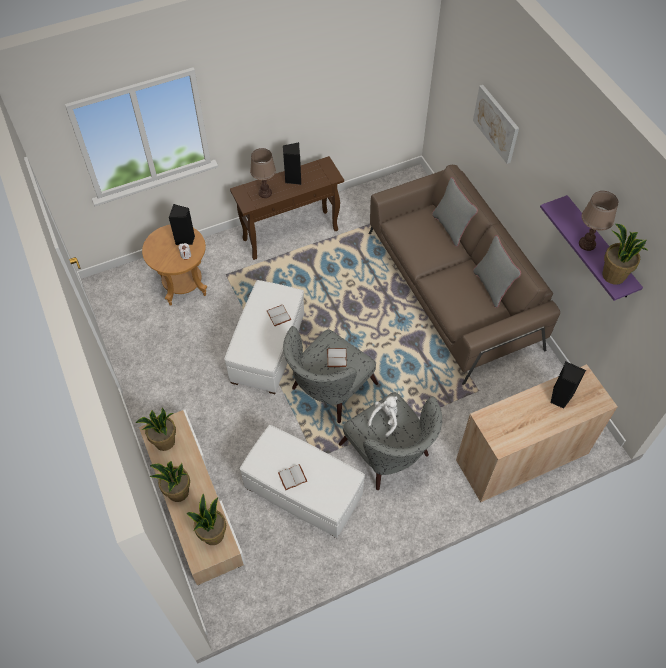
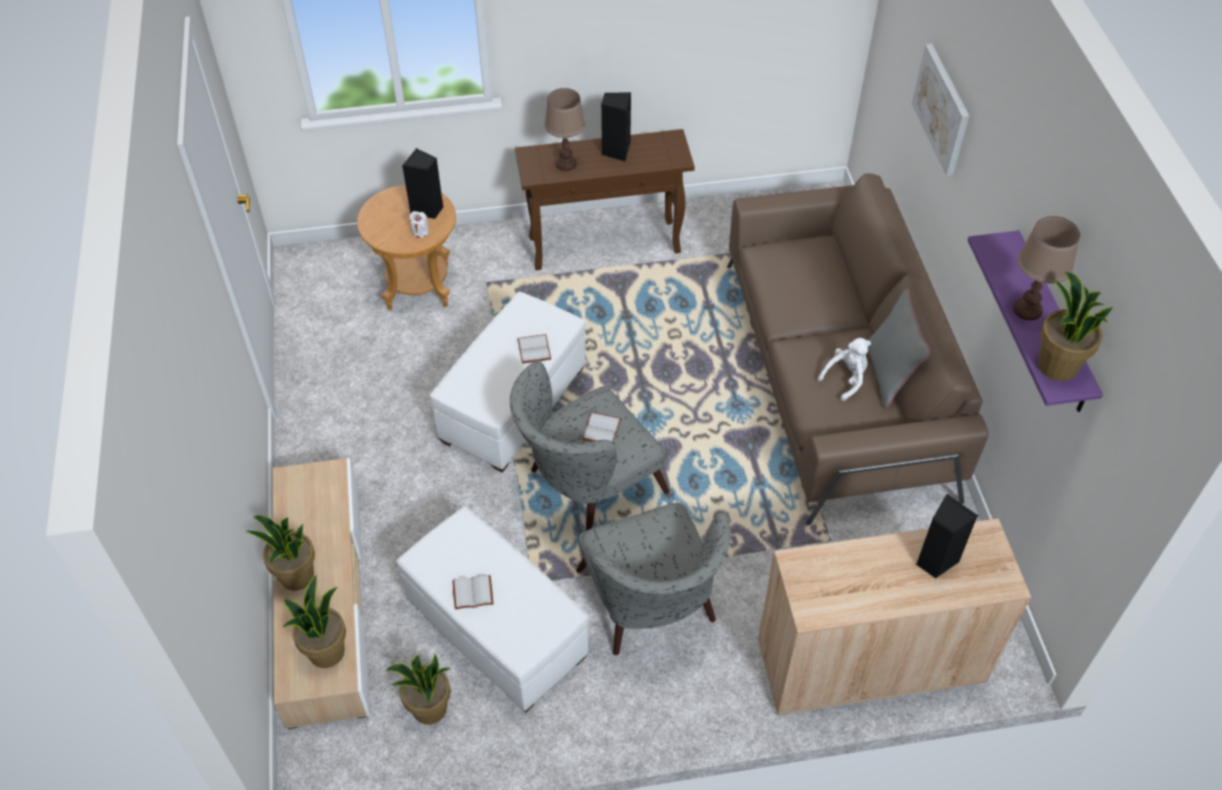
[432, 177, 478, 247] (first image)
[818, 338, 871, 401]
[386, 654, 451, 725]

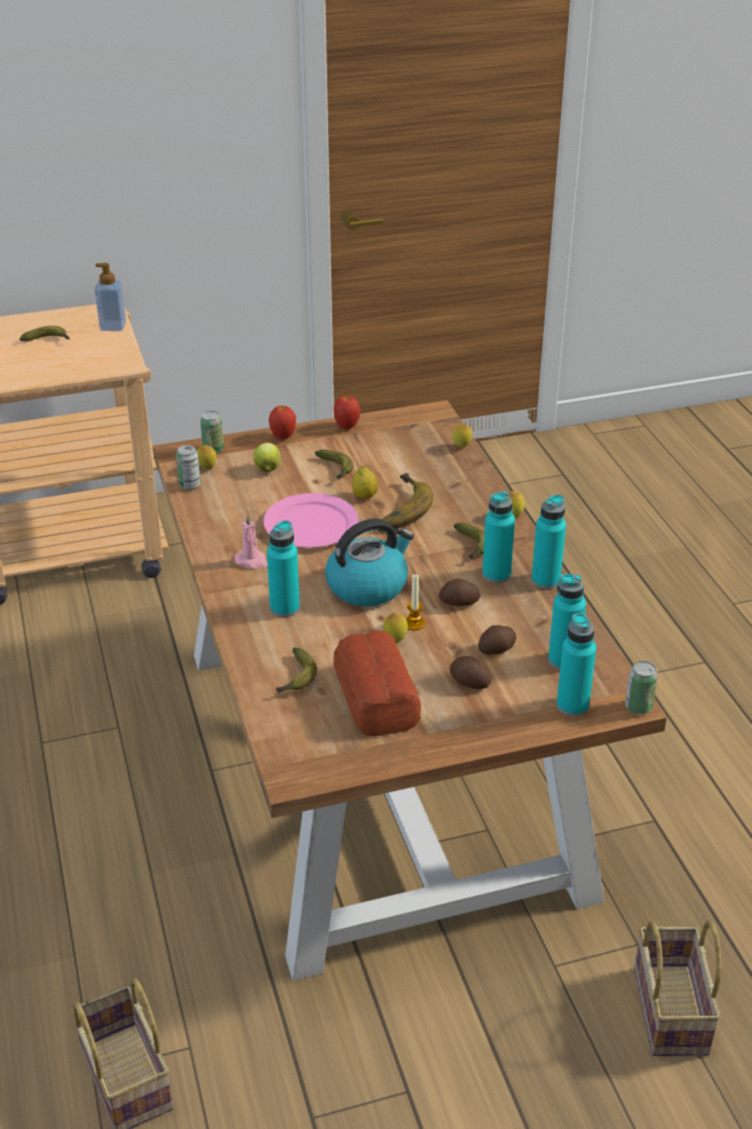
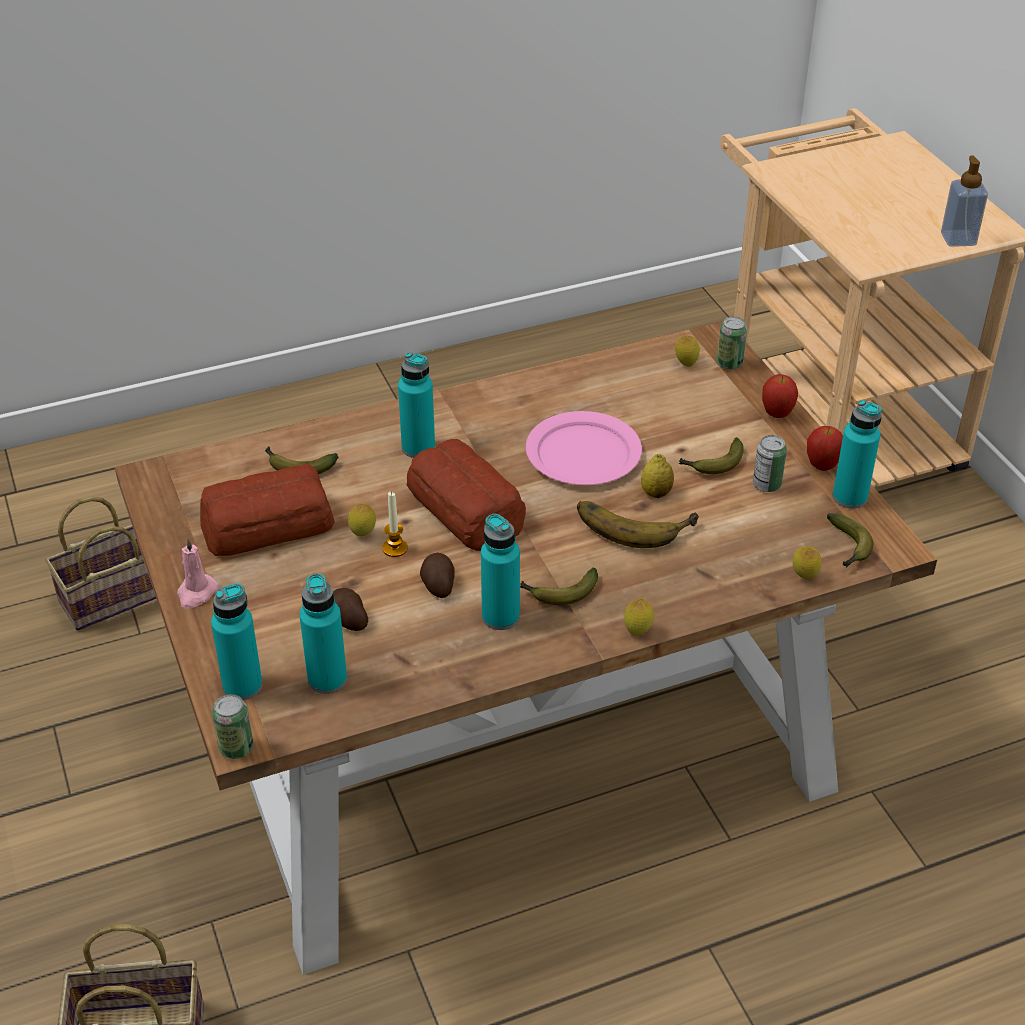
[827, 513, 873, 568]
[253, 443, 281, 472] (first image)
[753, 435, 787, 492]
[833, 400, 882, 509]
[177, 537, 219, 609]
[407, 439, 526, 551]
[450, 656, 491, 689] (first image)

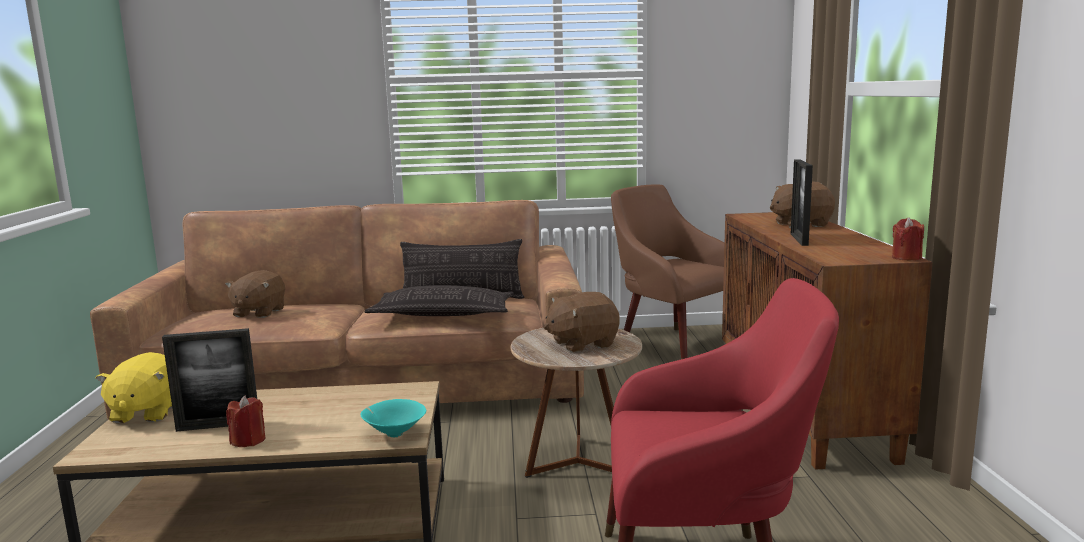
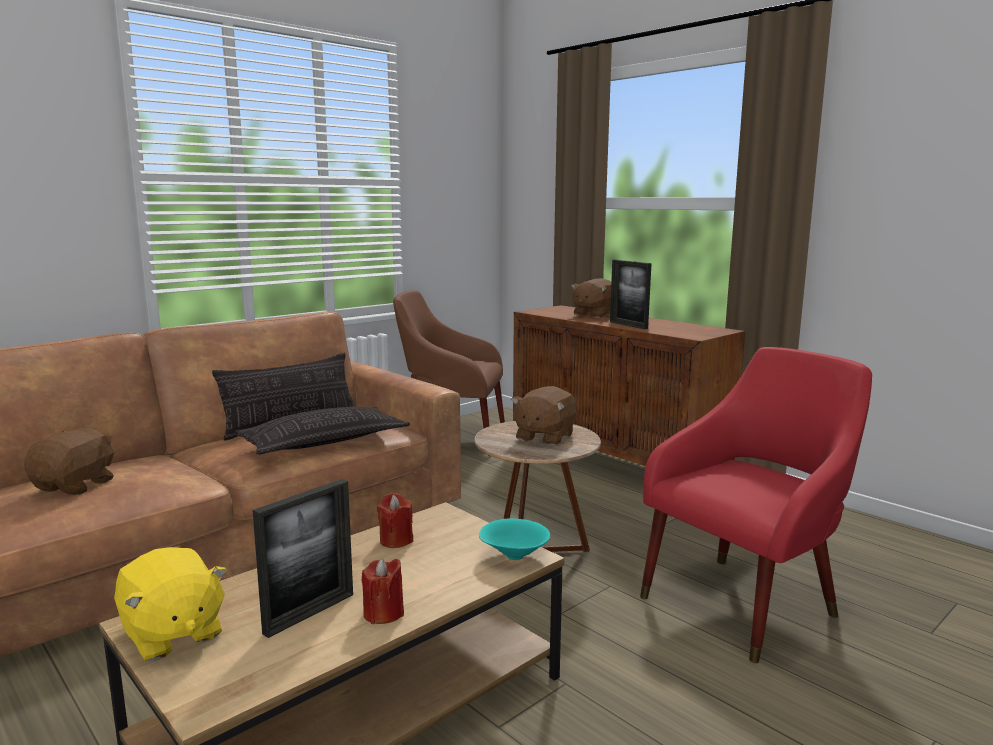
[377, 493, 413, 548]
[24, 428, 114, 495]

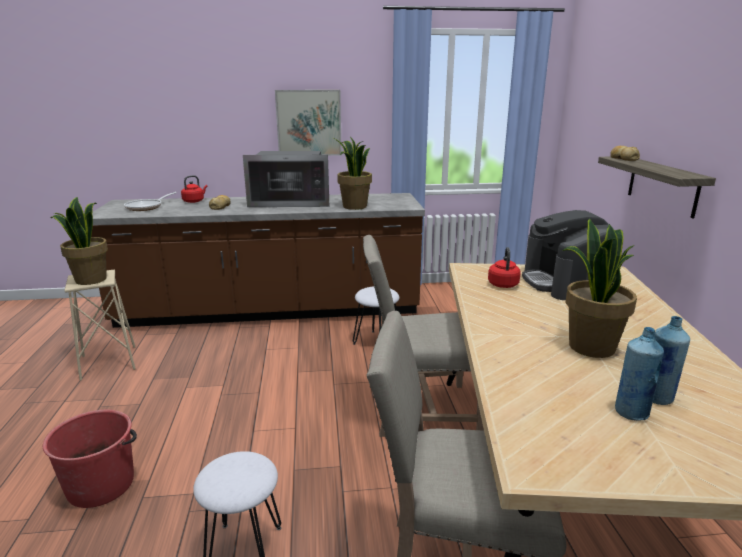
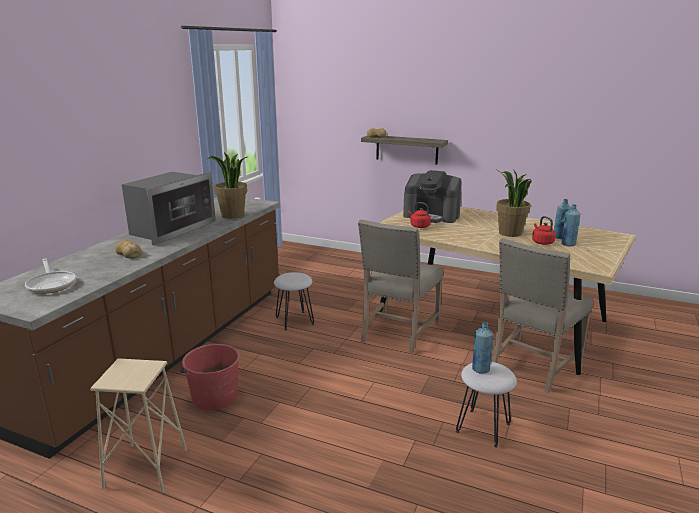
[275, 90, 342, 156] (first image)
[532, 216, 556, 245]
[51, 197, 108, 285] (first image)
[180, 344, 240, 411]
[472, 322, 493, 374]

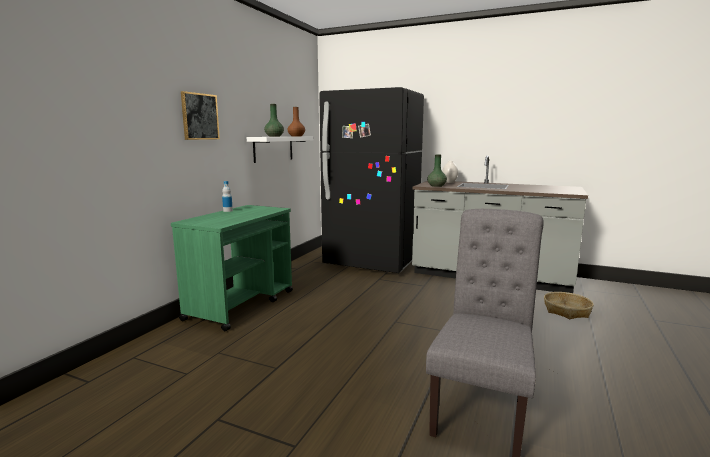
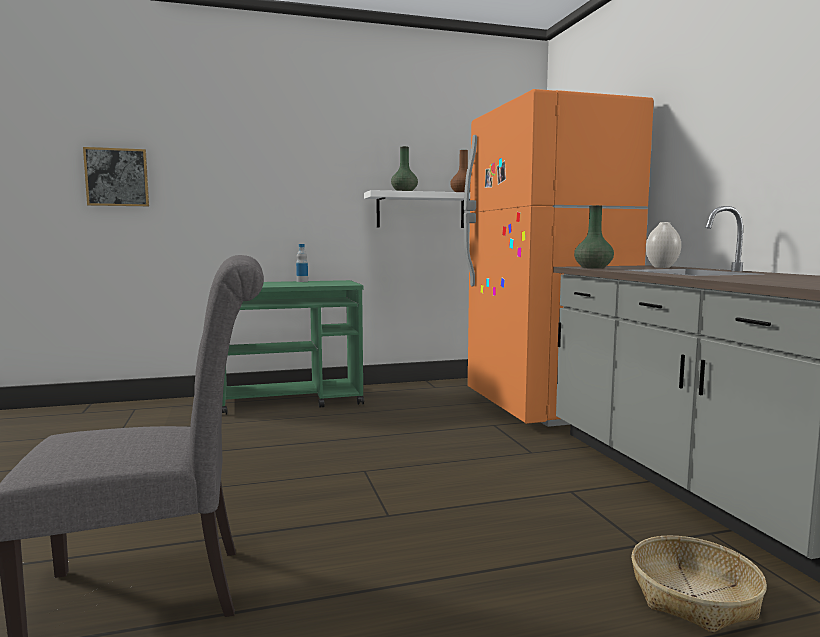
[463, 89, 654, 427]
[83, 147, 149, 206]

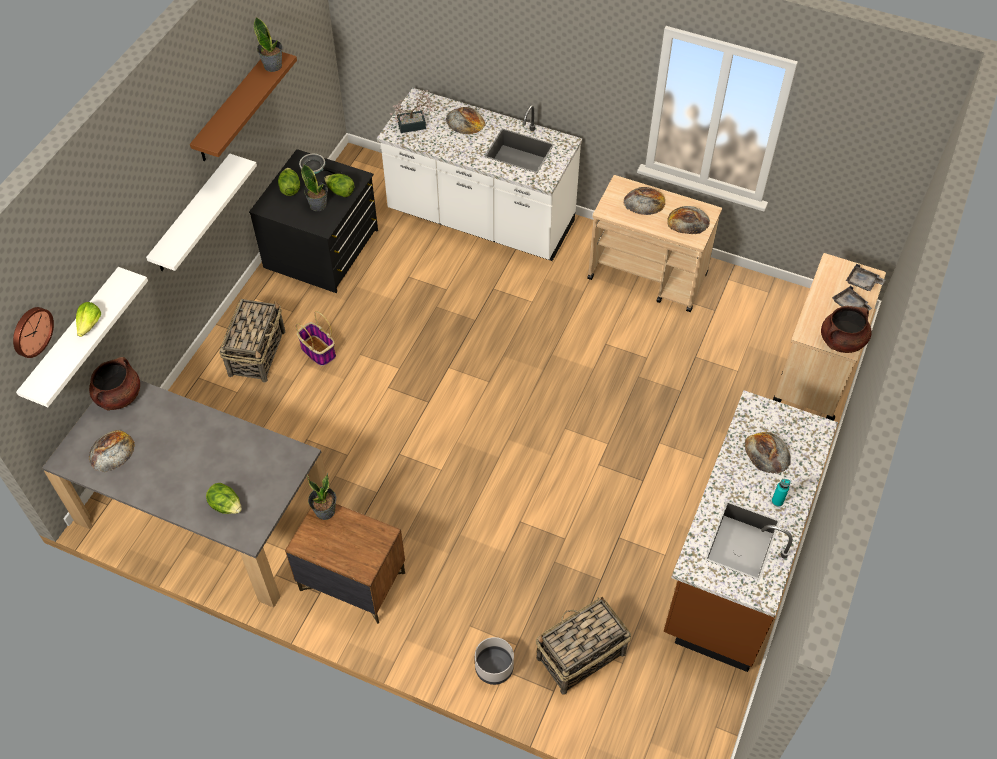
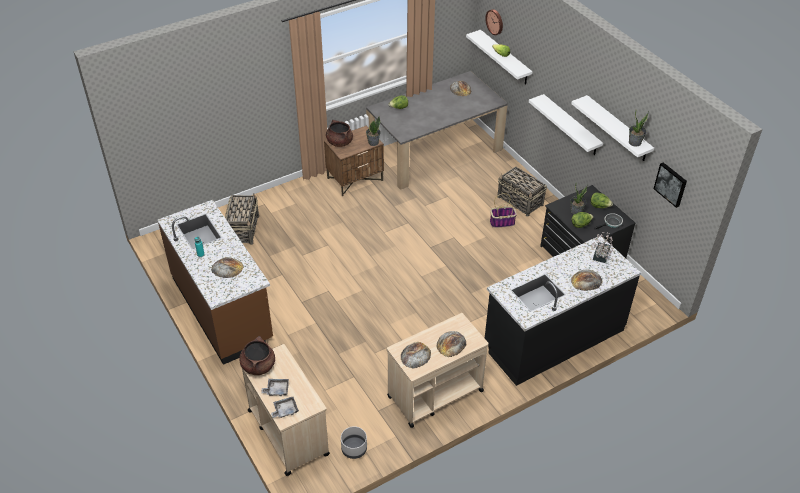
[571, 95, 654, 161]
[485, 235, 641, 386]
[326, 120, 353, 147]
[341, 426, 367, 459]
[654, 162, 687, 208]

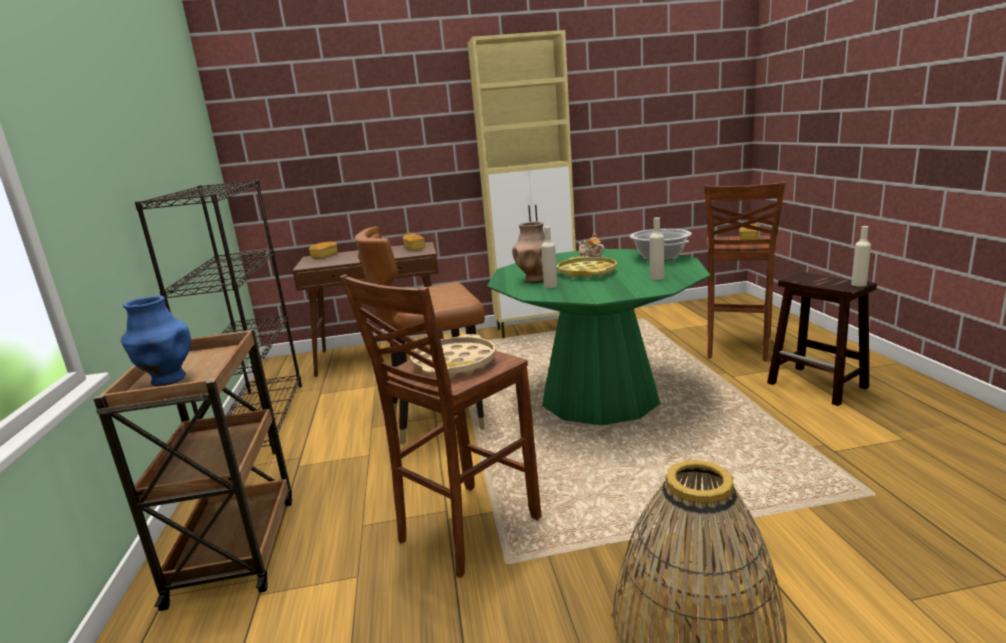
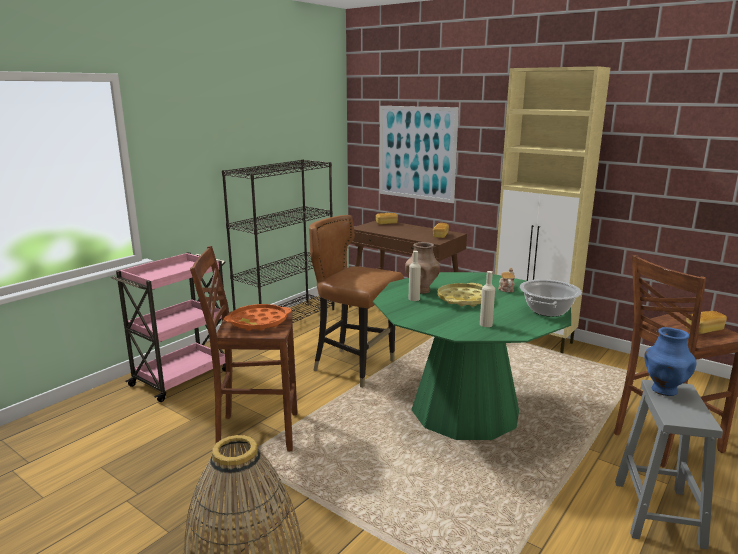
[851, 226, 871, 286] (first image)
[615, 380, 723, 549]
[644, 327, 696, 396]
[111, 252, 226, 402]
[224, 304, 291, 331]
[379, 106, 459, 203]

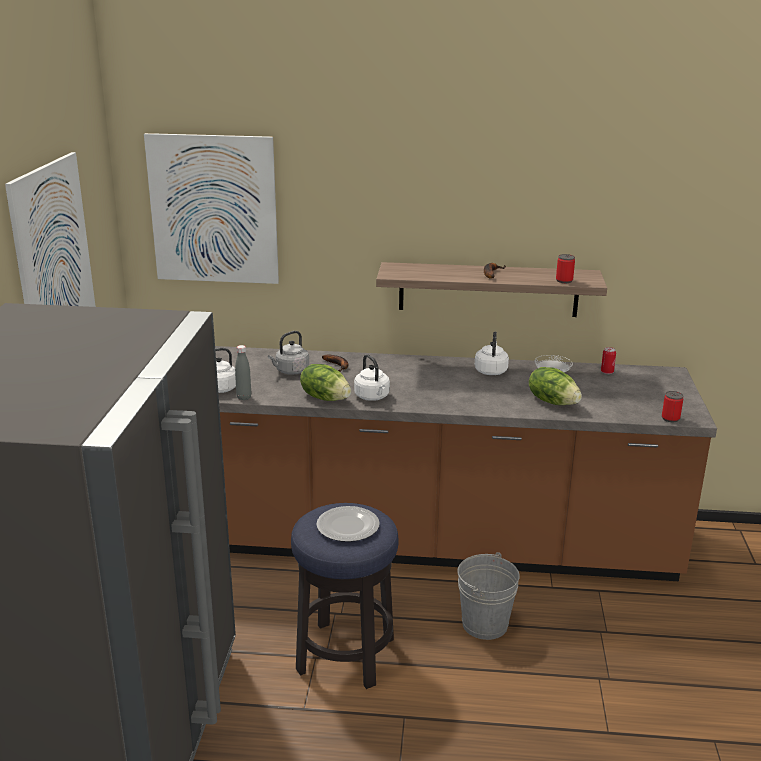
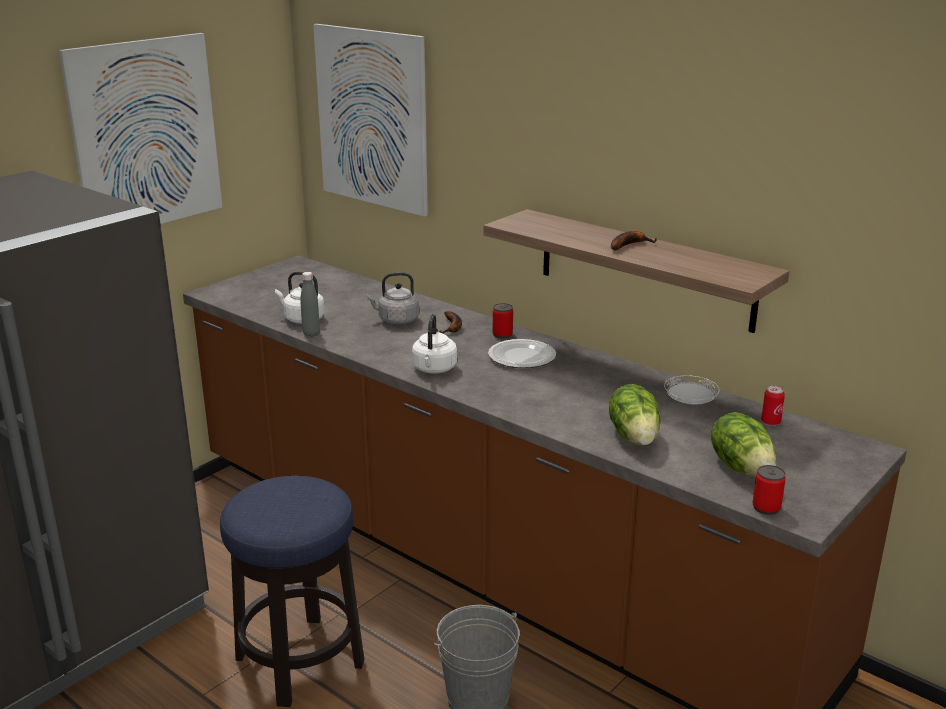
[493, 303, 513, 338]
[475, 332, 509, 375] (first image)
[711, 412, 776, 477]
[488, 339, 556, 368]

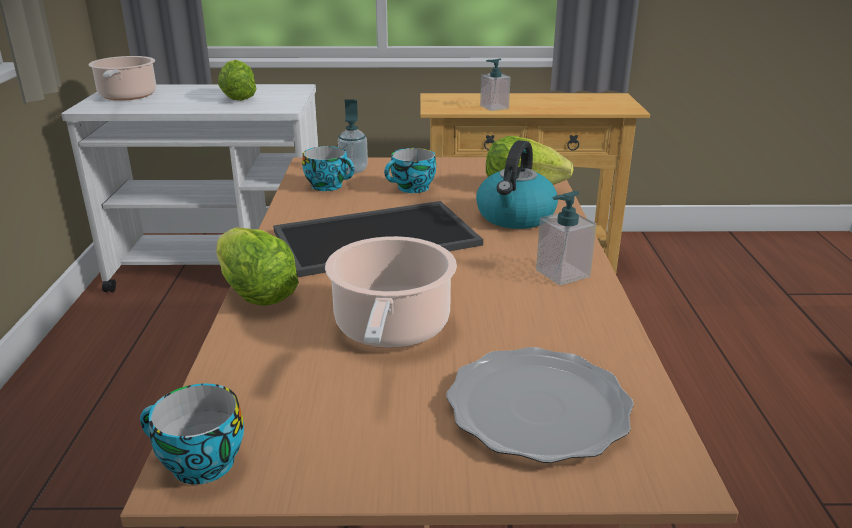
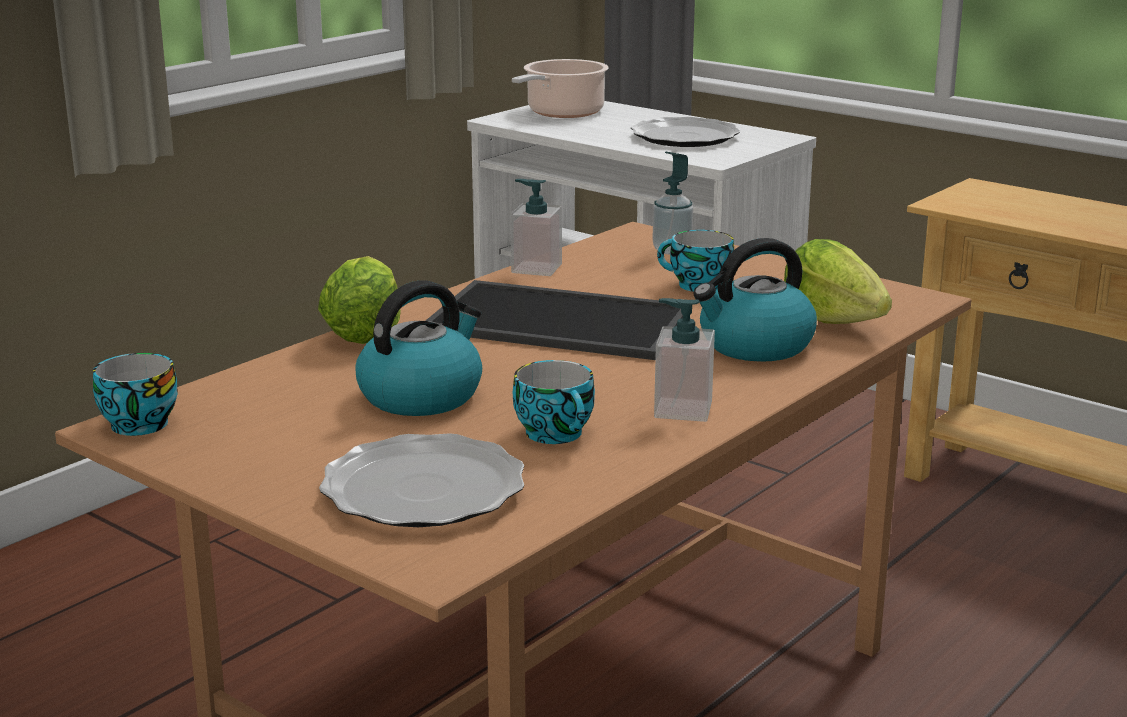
[511, 179, 562, 276]
[630, 117, 741, 147]
[513, 360, 595, 444]
[355, 280, 482, 416]

